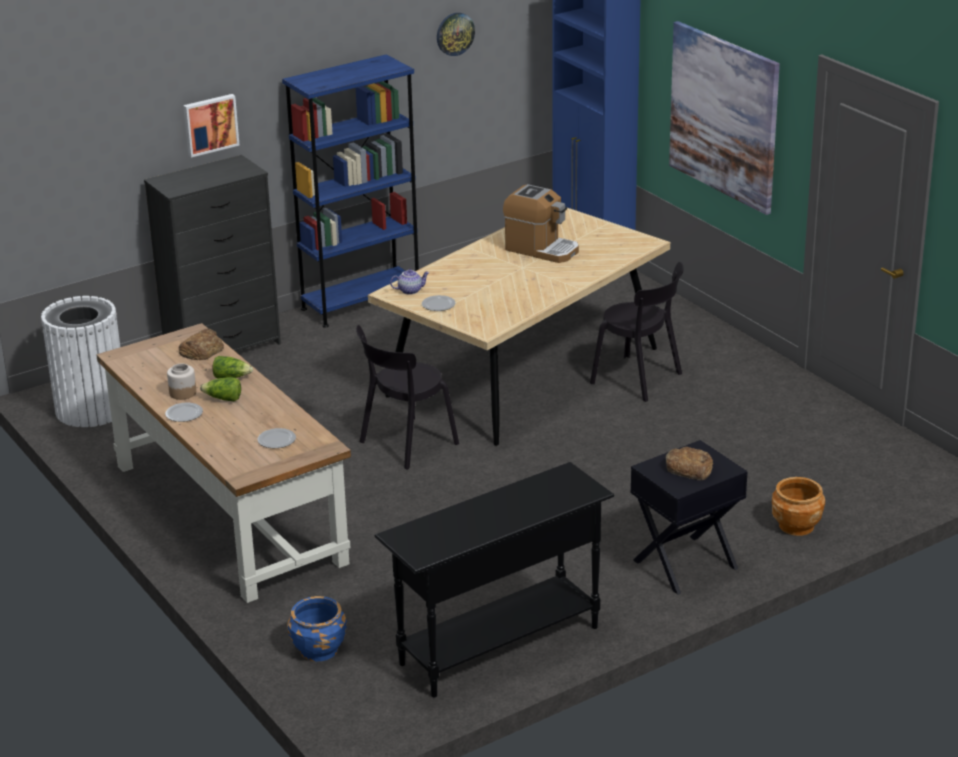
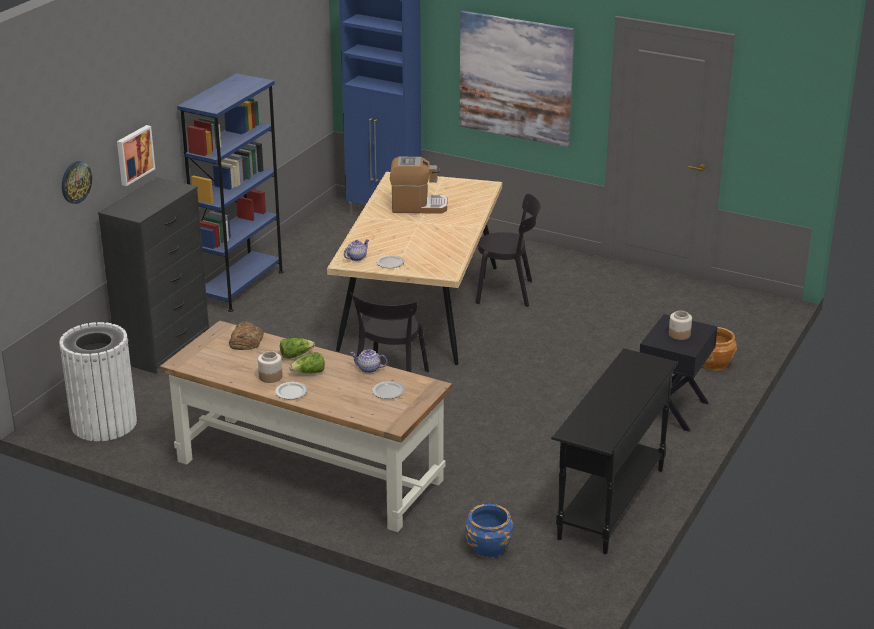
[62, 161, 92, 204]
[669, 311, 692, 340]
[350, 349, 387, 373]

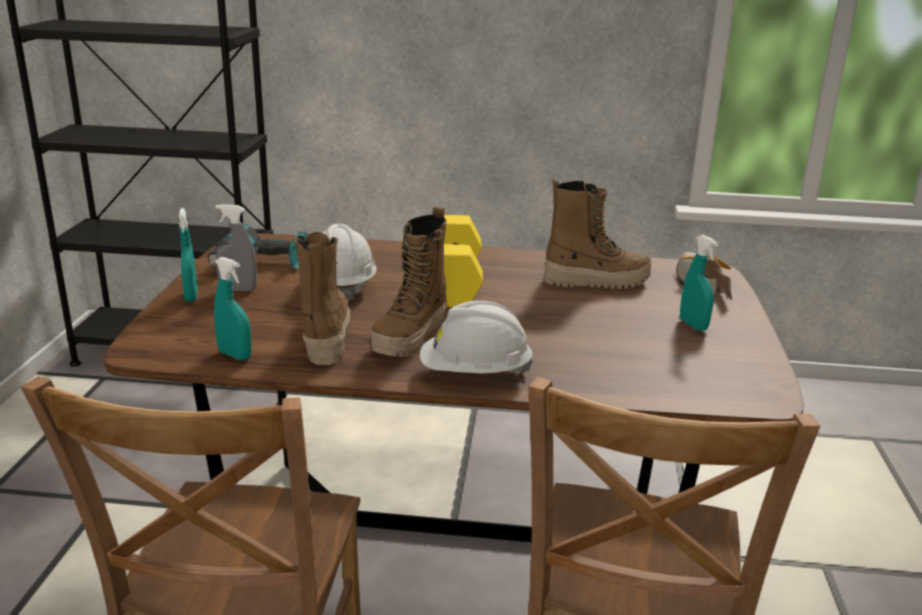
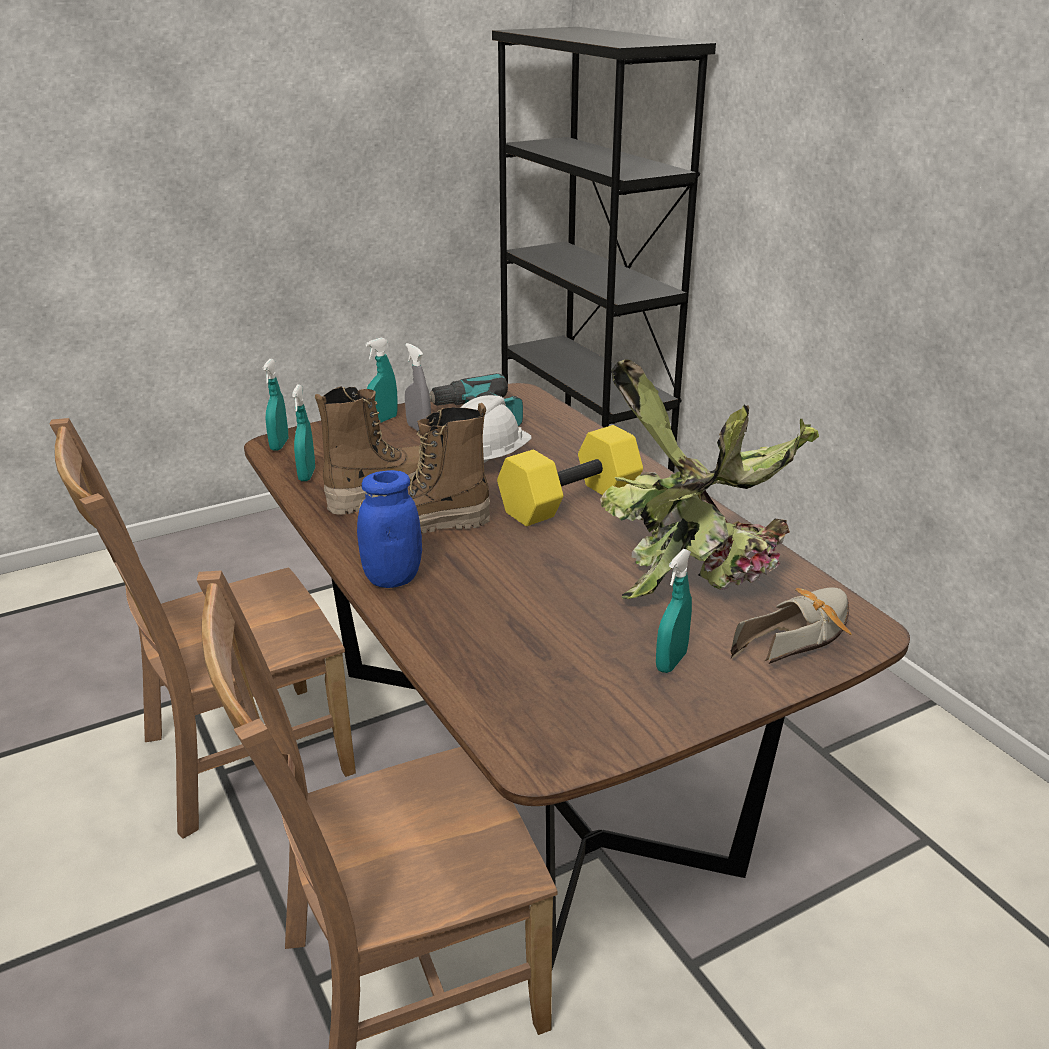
[600, 359, 819, 599]
[357, 470, 422, 588]
[263, 359, 288, 451]

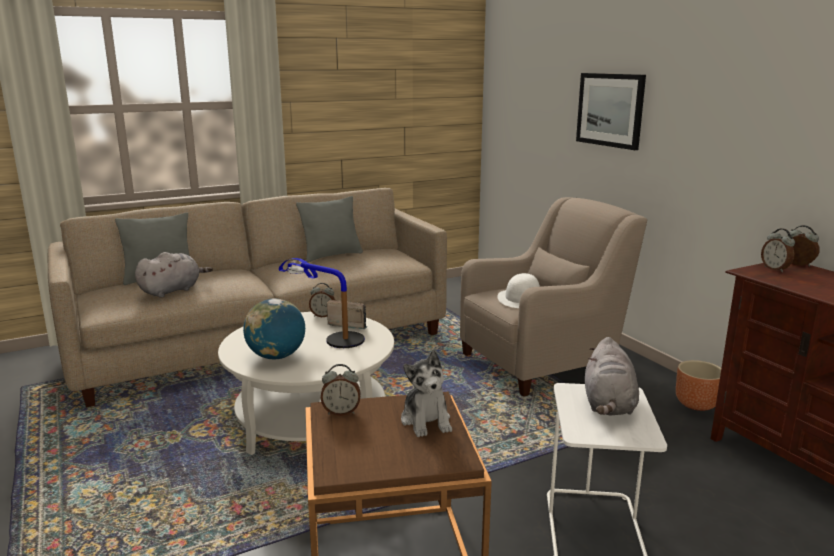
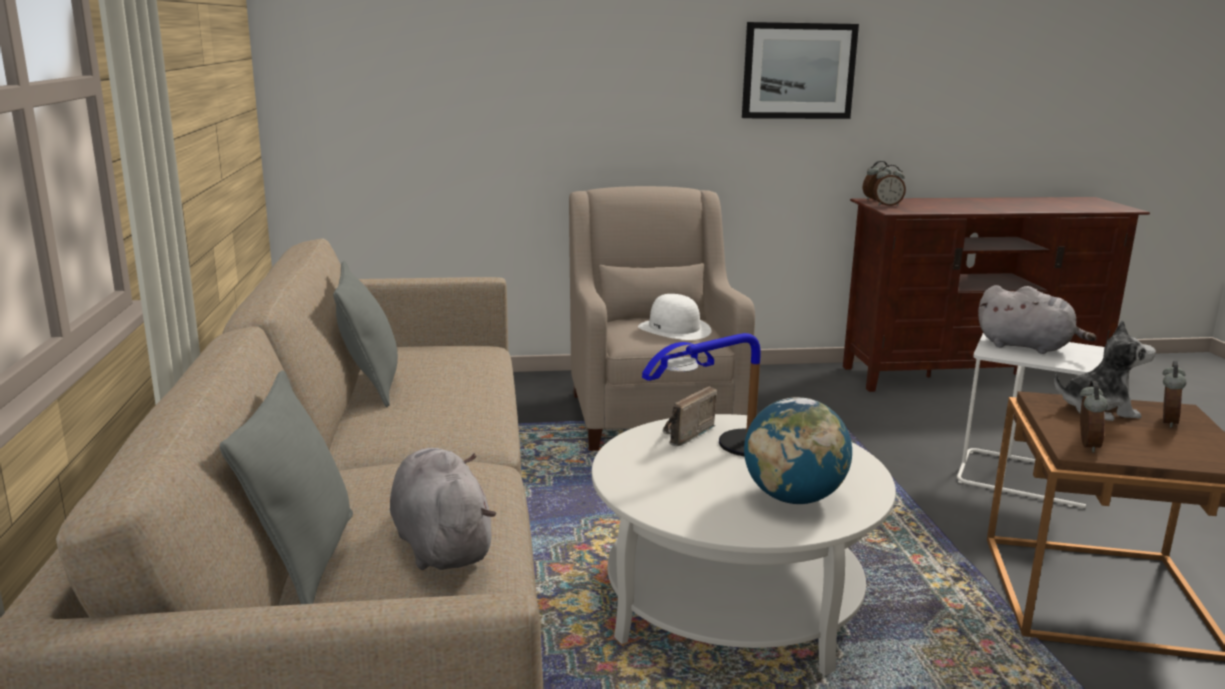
[742, 22, 859, 119]
[1162, 361, 1187, 428]
[676, 360, 721, 411] (first image)

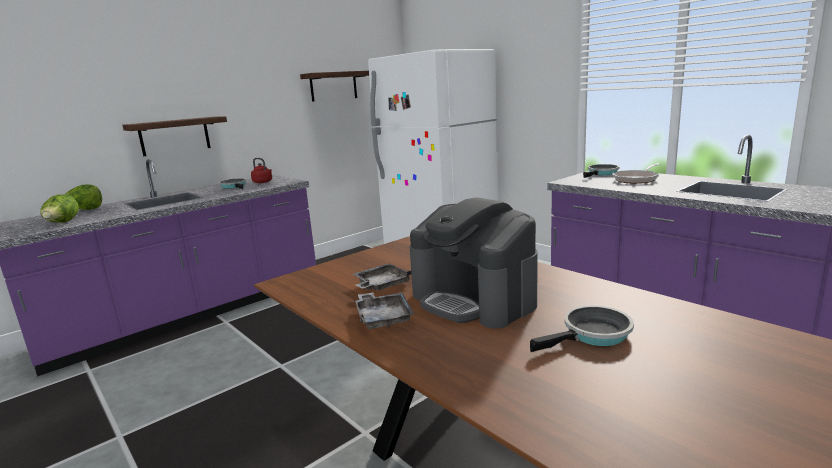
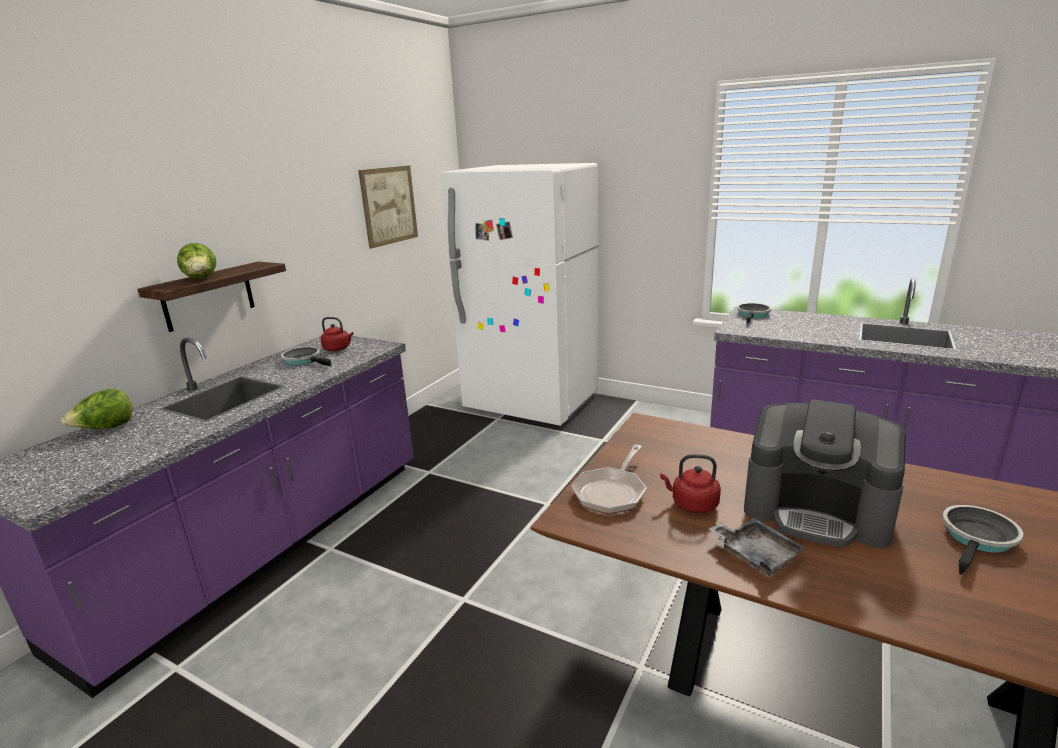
[358, 165, 418, 248]
[571, 444, 647, 514]
[177, 243, 216, 279]
[660, 454, 721, 513]

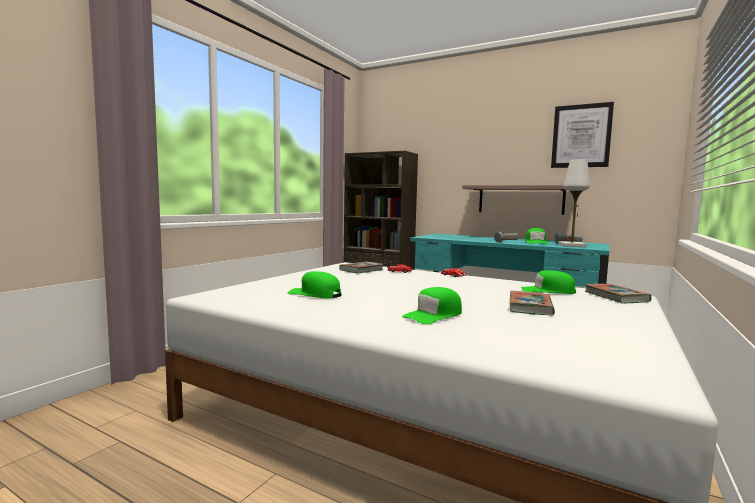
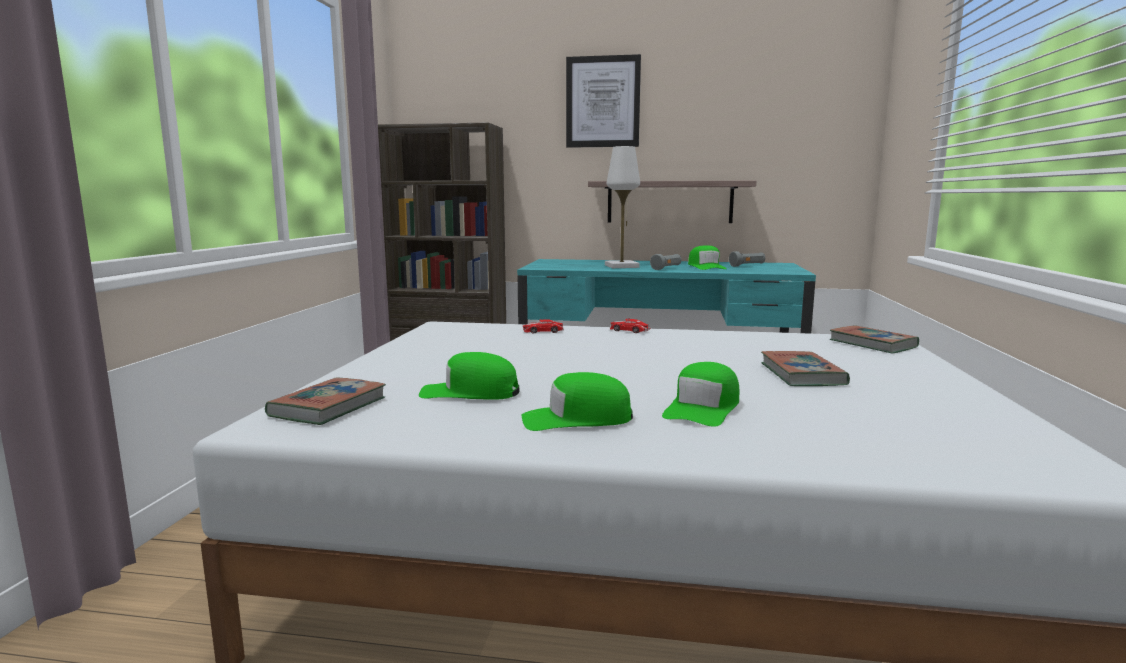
[566, 54, 641, 148]
[605, 146, 640, 268]
[265, 377, 386, 425]
[522, 372, 633, 431]

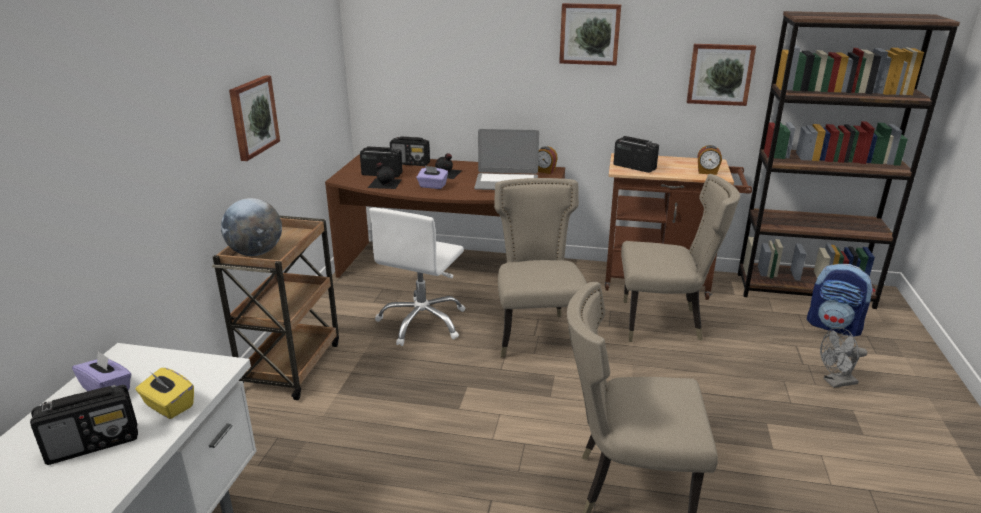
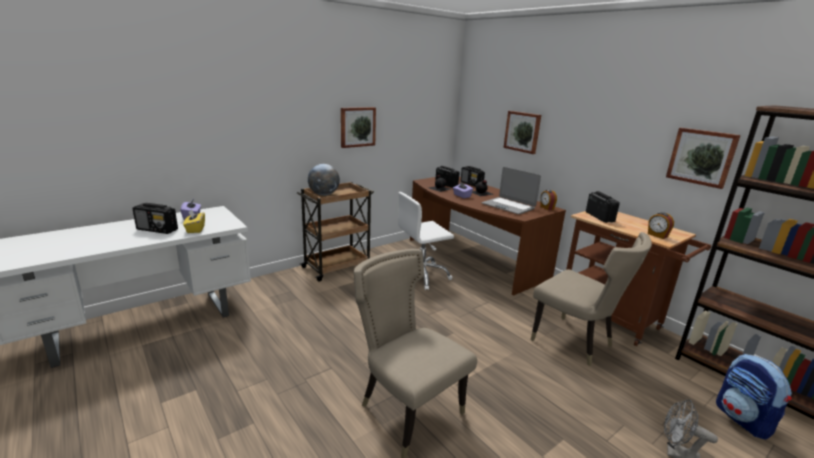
[504, 111, 541, 154]
[494, 178, 587, 358] (first image)

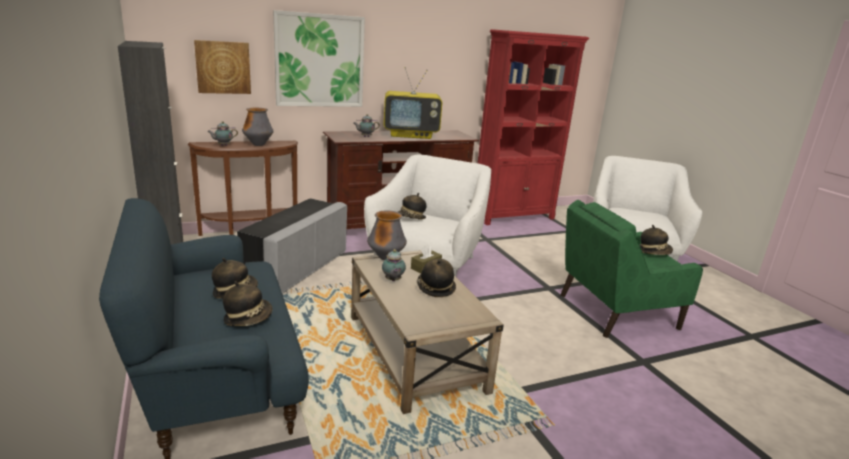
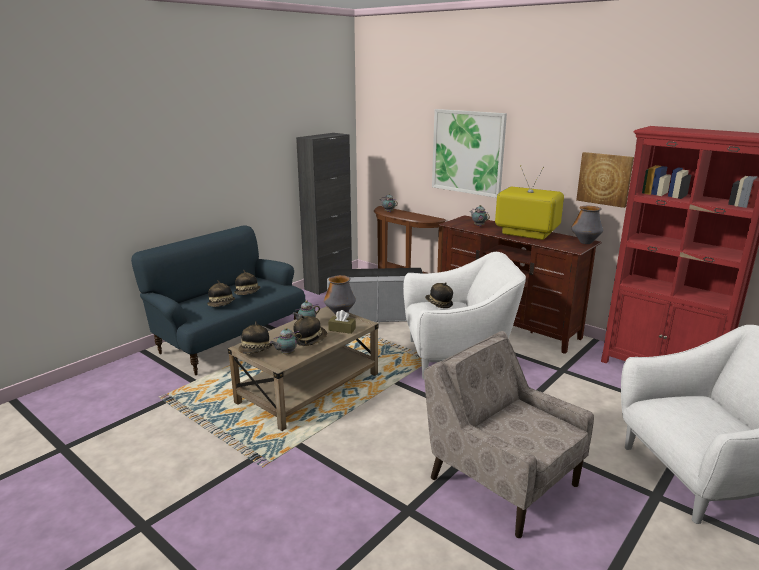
[576, 152, 634, 208]
[495, 165, 564, 240]
[571, 206, 603, 244]
[424, 331, 594, 538]
[238, 321, 272, 354]
[270, 328, 302, 355]

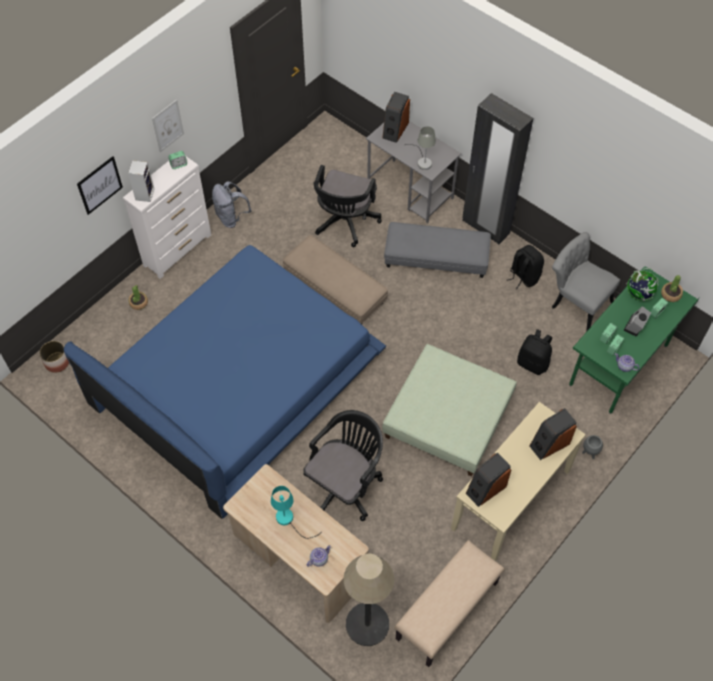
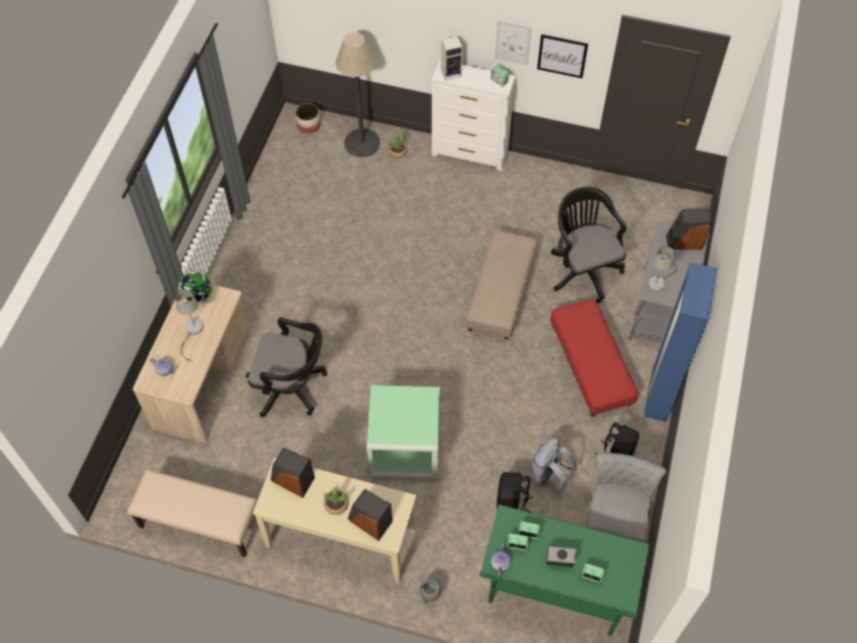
[644, 263, 717, 422]
[537, 34, 588, 78]
[551, 187, 627, 303]
[530, 439, 577, 494]
[551, 299, 638, 417]
[64, 245, 386, 519] (first image)
[178, 270, 213, 302]
[324, 487, 349, 515]
[367, 385, 440, 479]
[175, 290, 203, 361]
[336, 32, 380, 157]

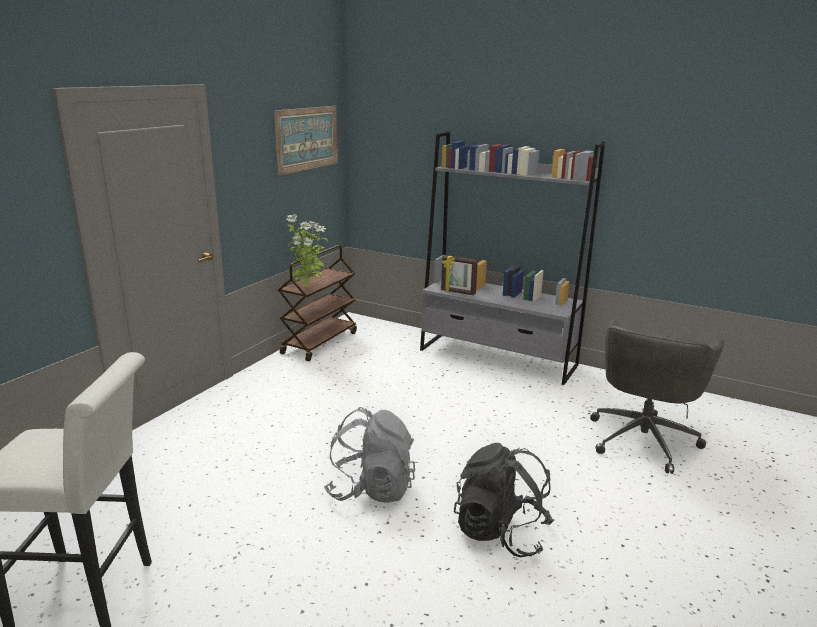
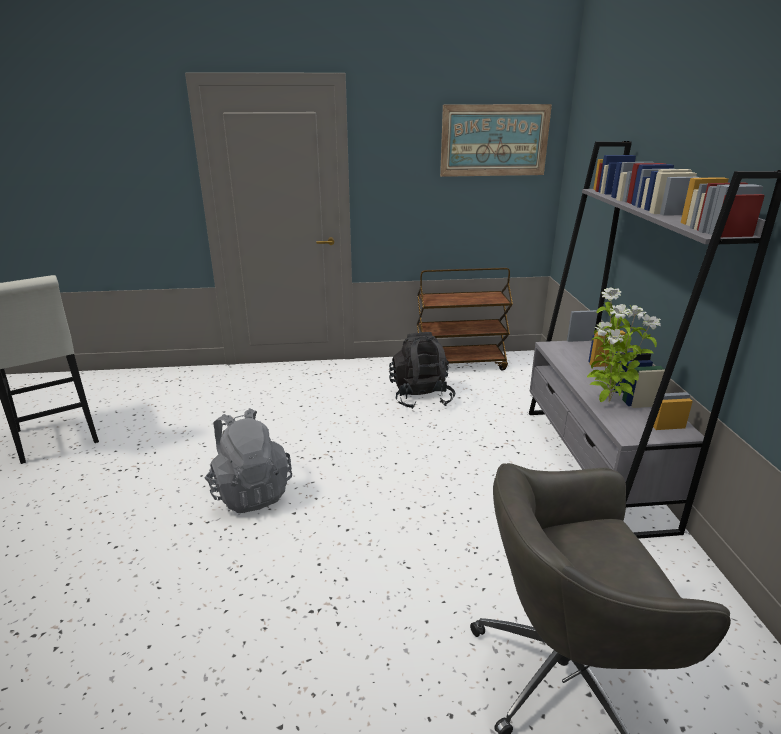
[587, 288, 661, 402]
[441, 255, 478, 295] (first image)
[389, 332, 455, 409]

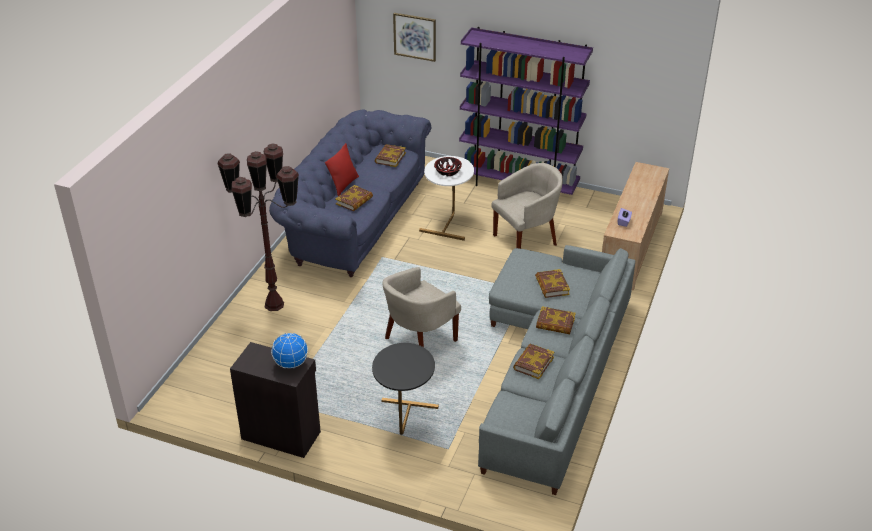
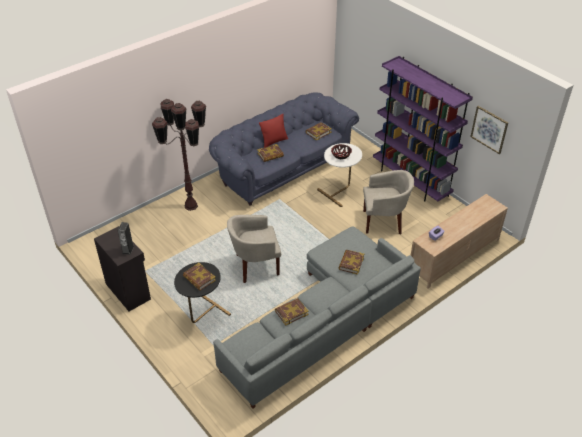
[470, 106, 508, 154]
[183, 263, 216, 290]
[117, 222, 134, 255]

